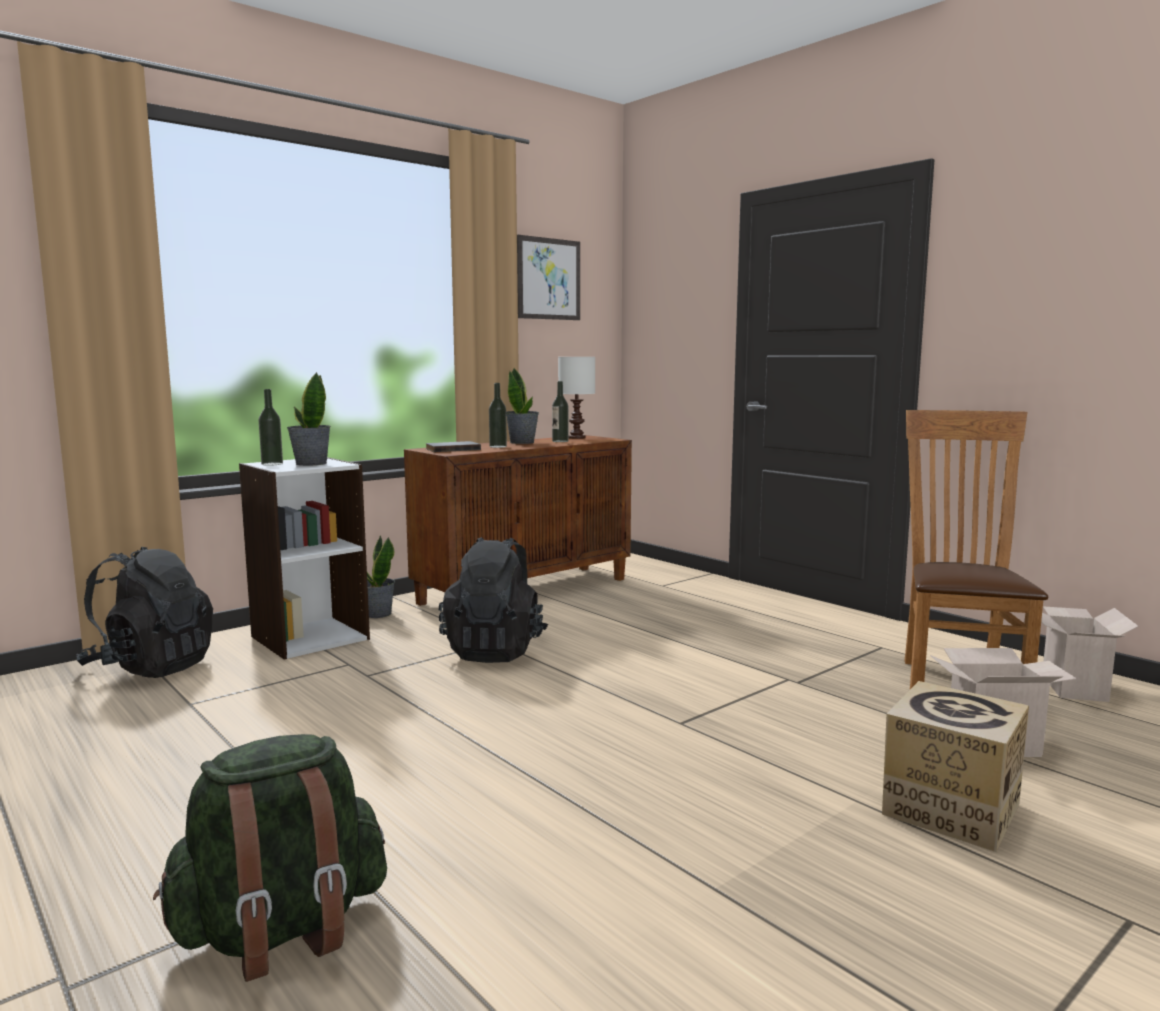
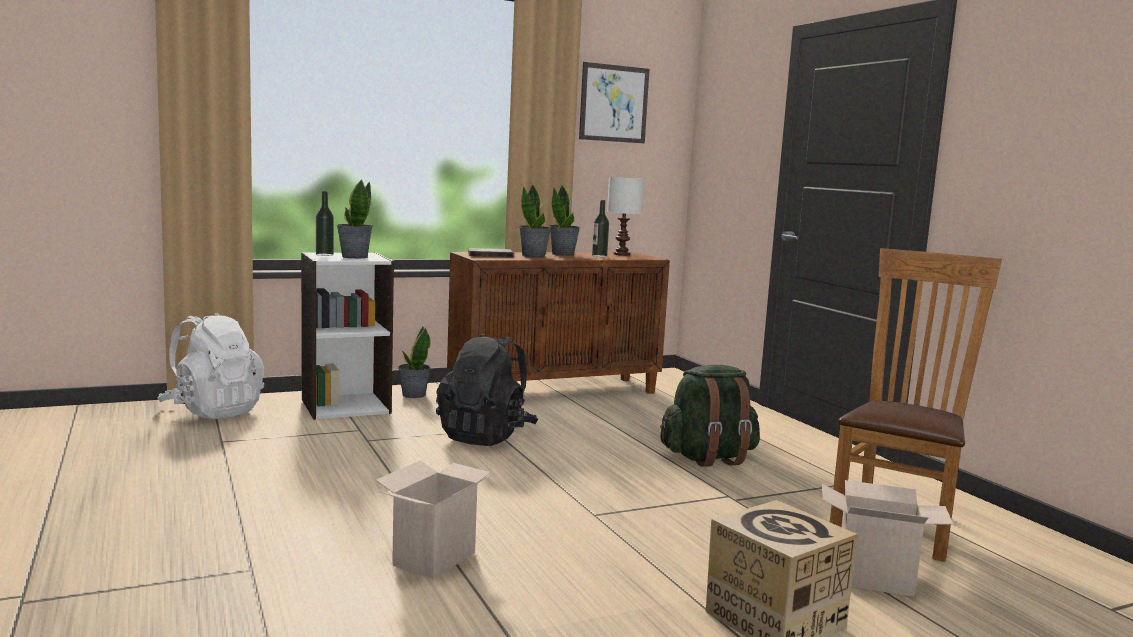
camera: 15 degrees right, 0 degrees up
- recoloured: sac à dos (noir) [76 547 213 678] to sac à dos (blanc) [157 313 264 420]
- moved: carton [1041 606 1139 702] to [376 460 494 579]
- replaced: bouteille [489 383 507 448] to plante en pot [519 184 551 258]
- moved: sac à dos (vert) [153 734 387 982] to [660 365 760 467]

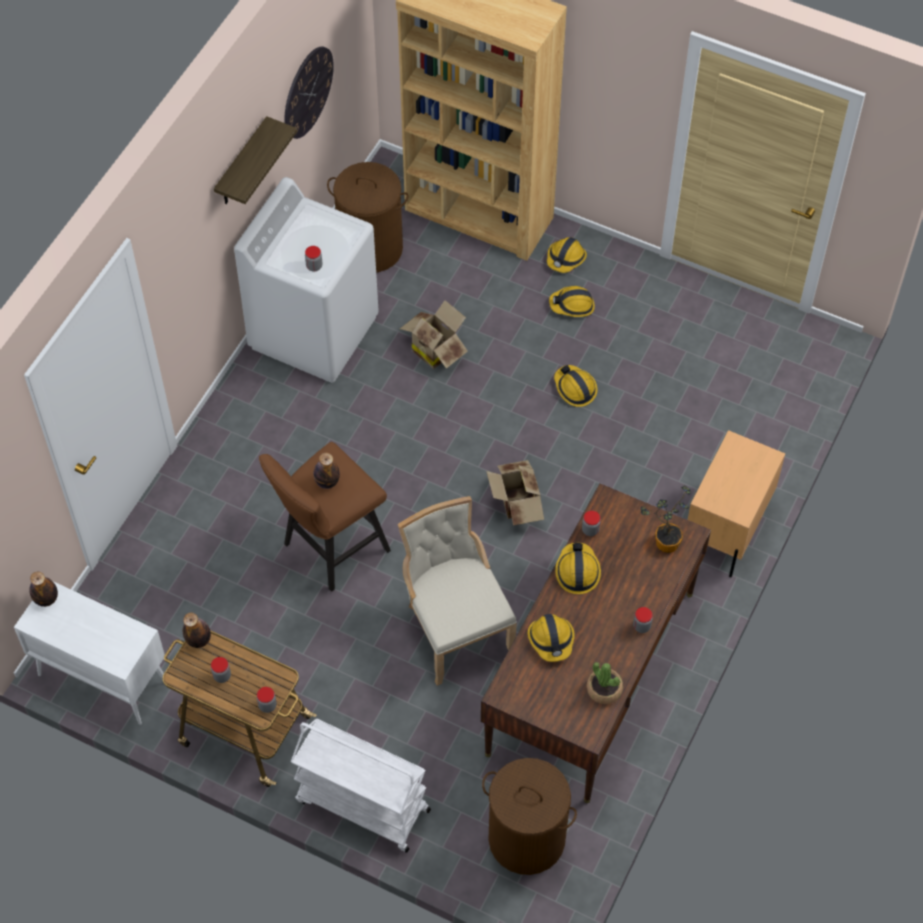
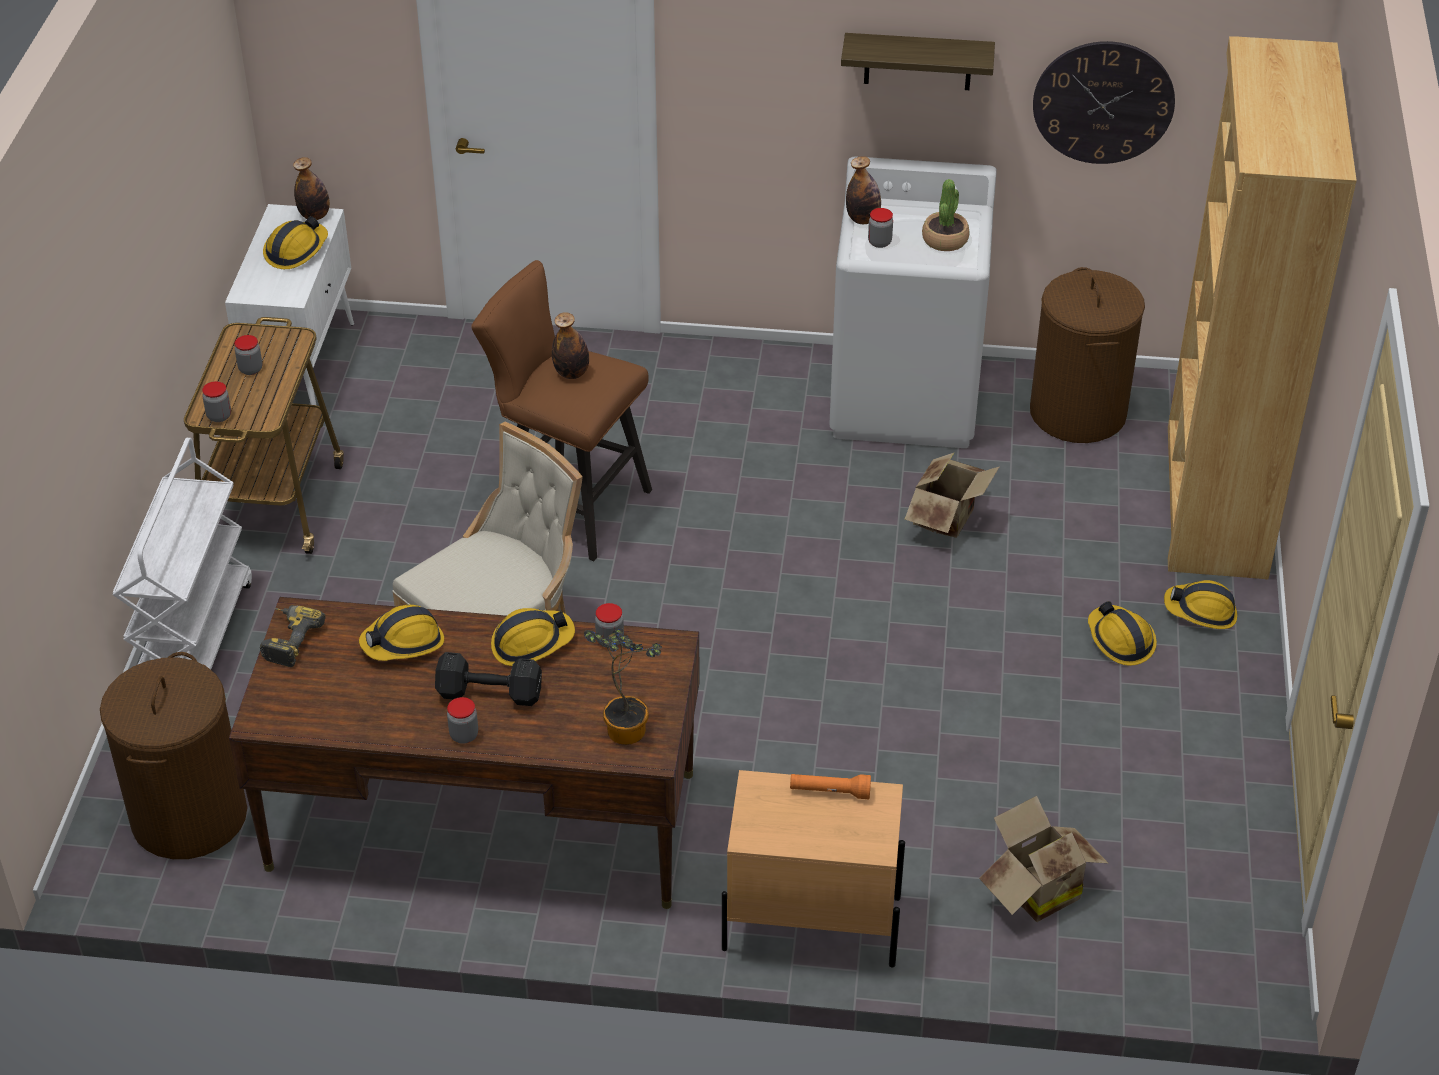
camera: 70 degrees right, 15 degrees down
- added: perceuse [260 605 325 667]
- moved: casque de chantier [554 365 598 407] to [263 216 328 269]
- added: haltère (noir) [435 652 542 706]
- added: lampe de poche (orange) [790 774 871 799]
- moved: bouteille [183 613 211 648] to [846 156 881 224]
- moved: plante en pot [587 662 623 704] to [922 179 969 251]
- moved: carton [486 460 544 525] to [979 796 1108 922]

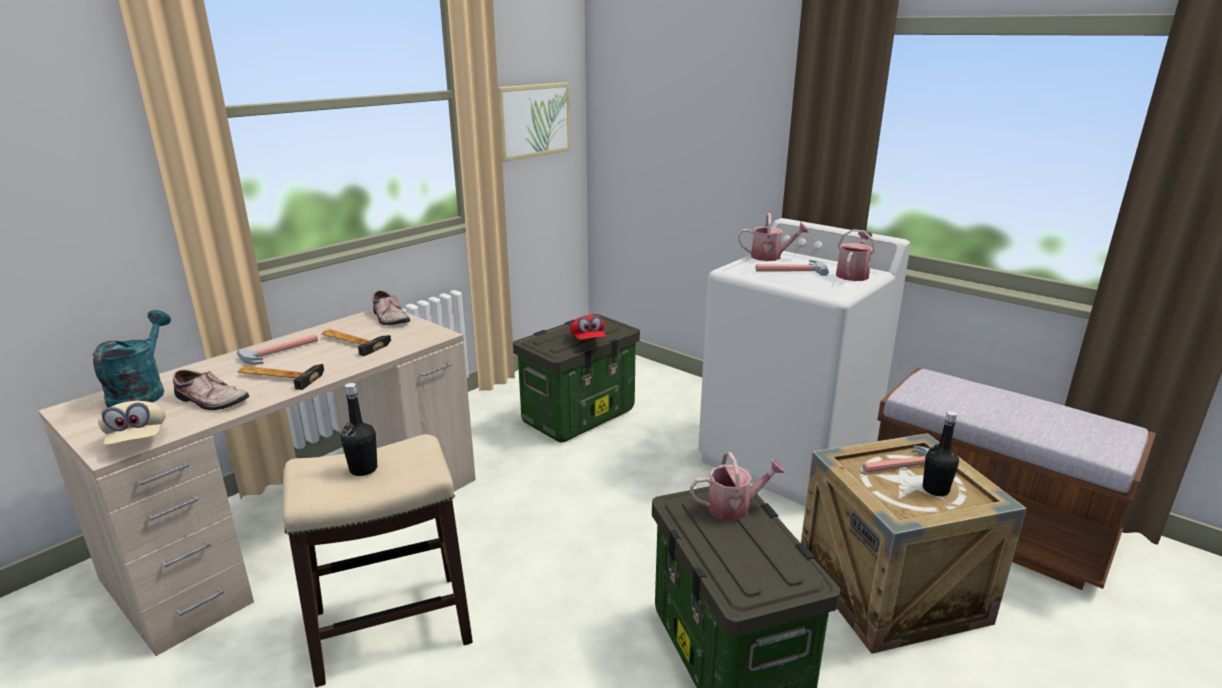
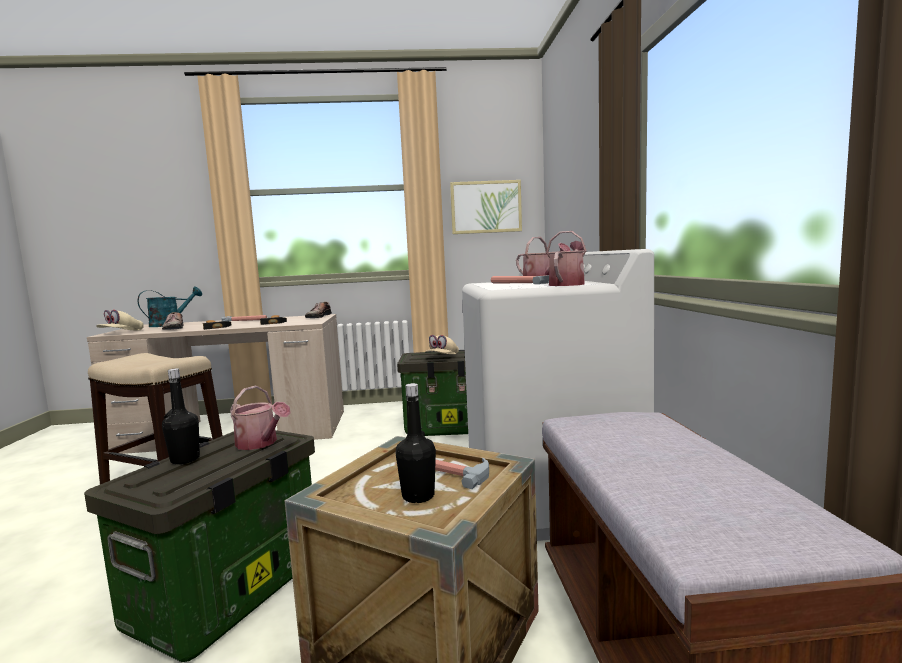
camera: 45 degrees right, 15 degrees down
- moved: bouteille (noir) [341 383 377 476] to [162 368 200 464]
- recoloured: casquette (rouge) [570 315 606 340] to casquette (beige) [425 335 459 354]
- turned: arrosoir [836 229 875 281] = [546 231 586 286] 45 degrees counterclockwise

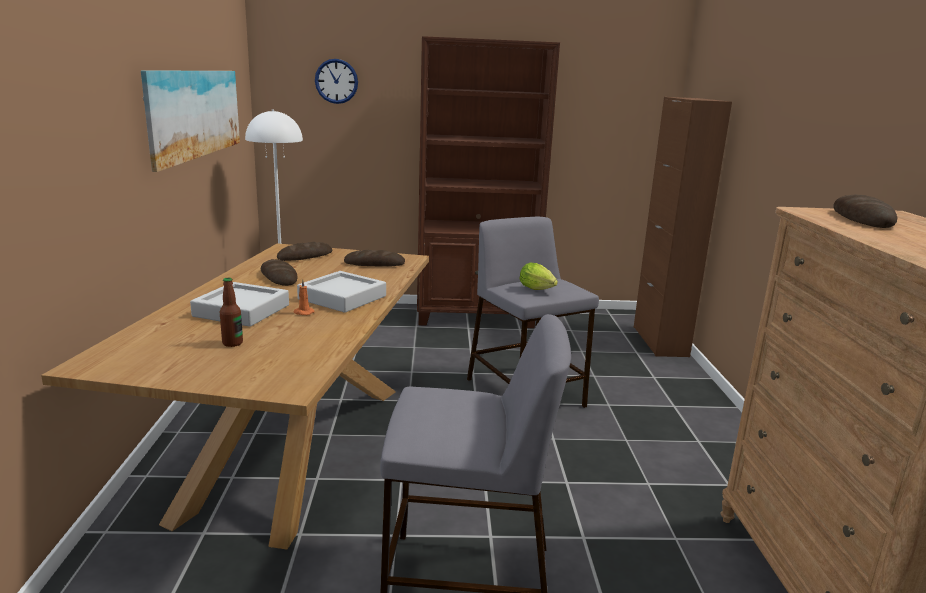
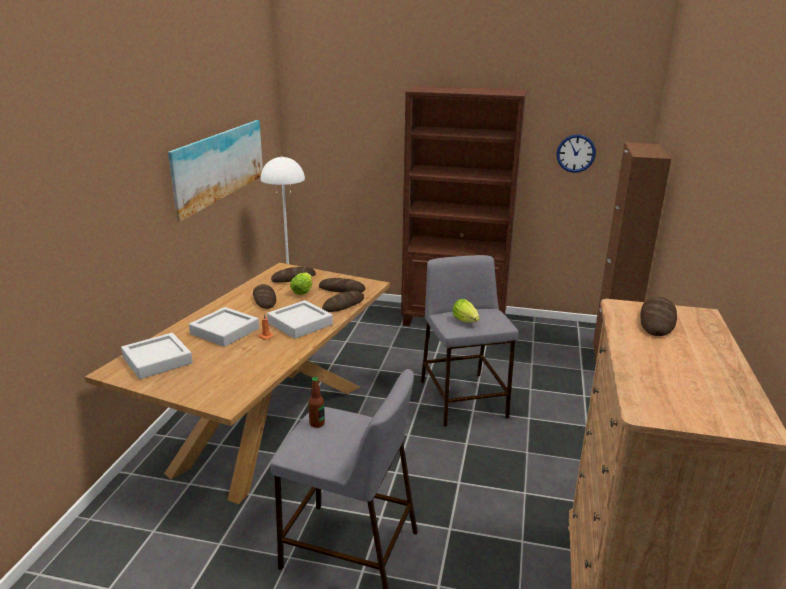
camera: 15 degrees right, 5 degrees up
- added: plateau (gris) [121 333 193 379]
- added: laitue [290 272 312 295]
- moved: bouteille [220 278 243 347] to [308 377 325 428]
- added: pain [322 291 364 312]
- moved: horloge murale [315 59 358 104] to [557 134 596 173]

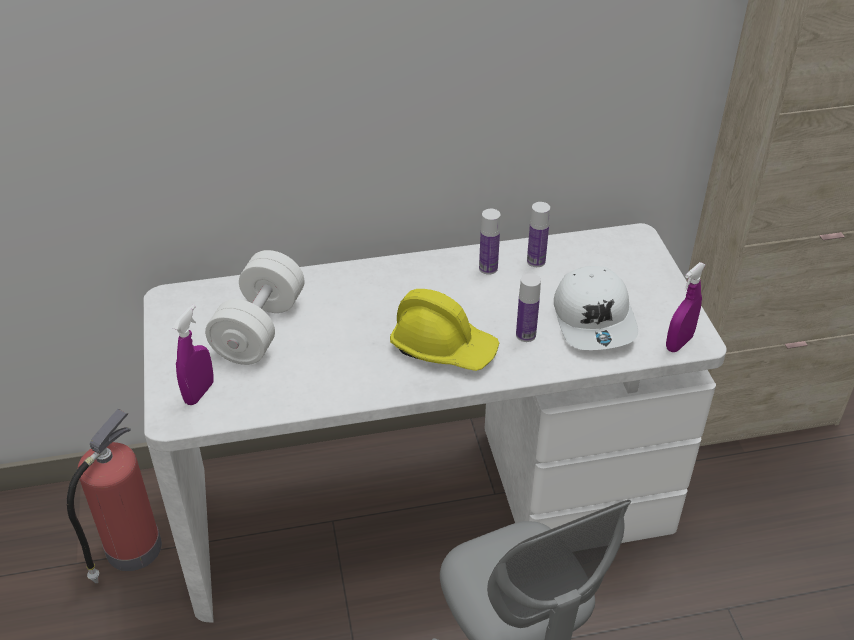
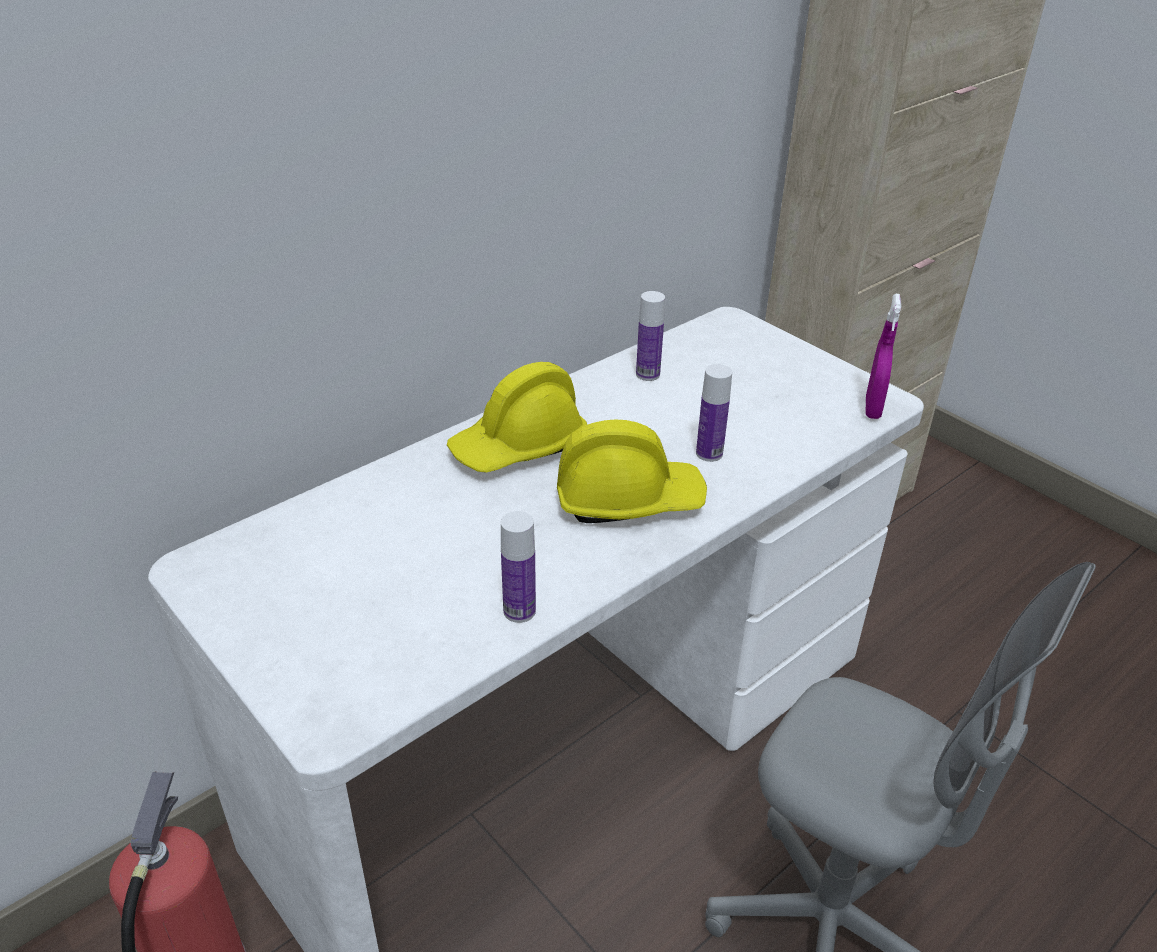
camera: 30 degrees left, 5 degrees down
- added: casque de chantier (jaune) [447 362 587 473]
- moved: bouteille [479 209 501 275] to [501 511 536 623]
- removed: vaporisateur (violet) [173 304 214 405]
- removed: haltère (blanc) [205 250 305 365]
- removed: casquette (blanc) [554 266 638 350]

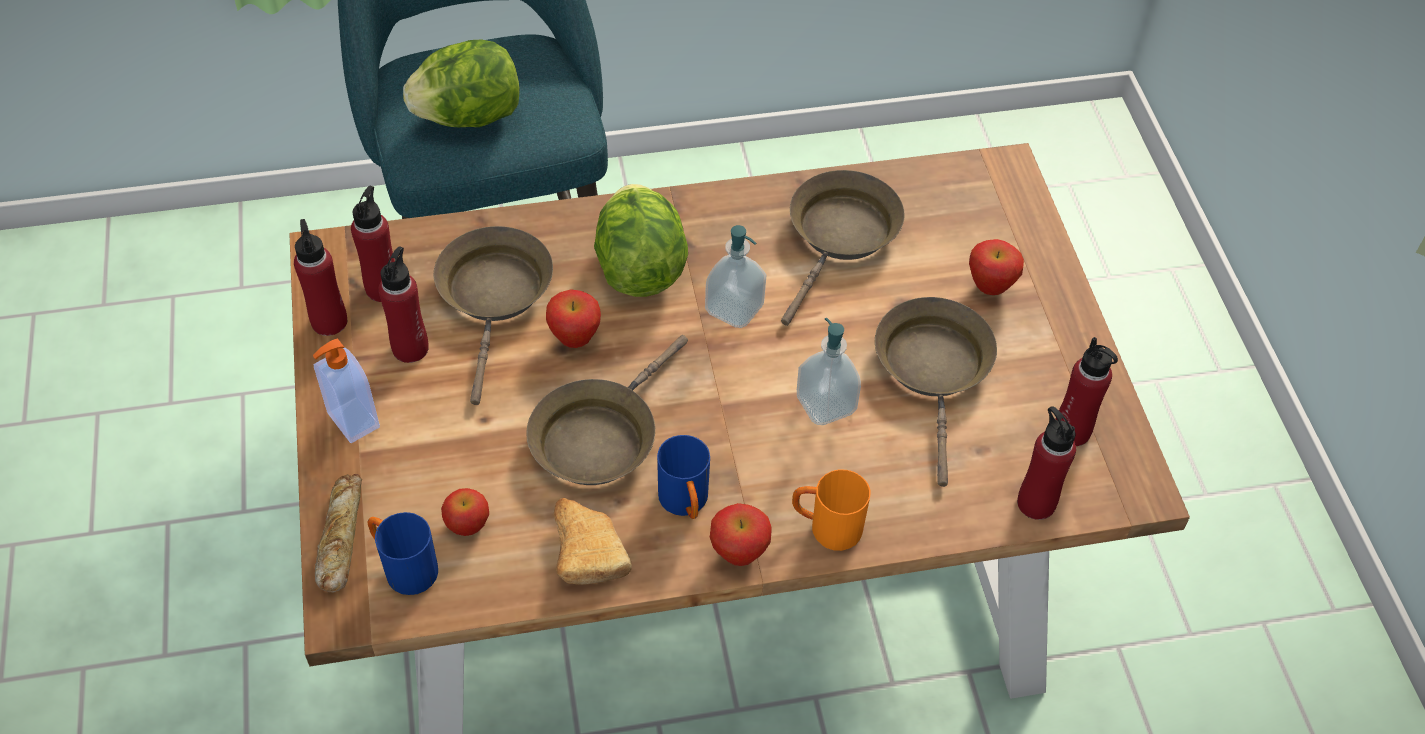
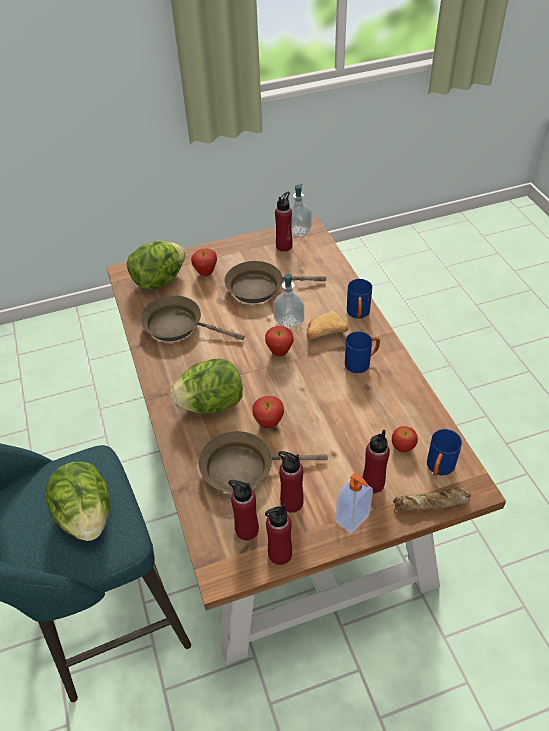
camera: 95 degrees left, 5 degrees down
- added: laitue [127 241 186 290]
- moved: pomme [710 503 771 566] to [265 326 294 356]
- moved: distributeur de savon [705 225 767 328] to [290 184 312 237]
- moved: pain [554 498 632 585] to [307 311 348 339]
- recoloured: mug (orange) [792 469 871 551] to mug (bleu) [347 279 372 319]
- moved: bouteille (rouge) [1017 406 1076 520] to [363 430 390 493]
- removed: poêle (marron) [526 335 688 485]

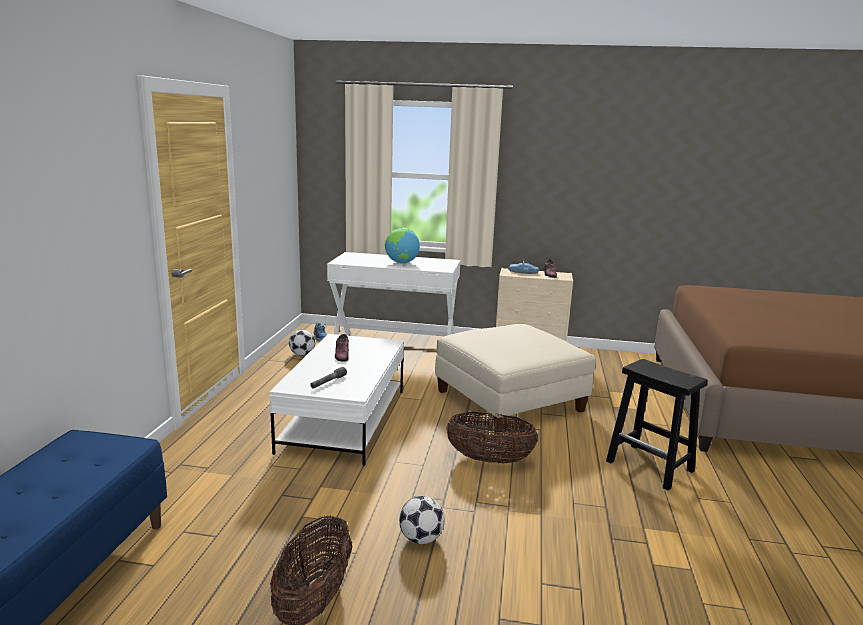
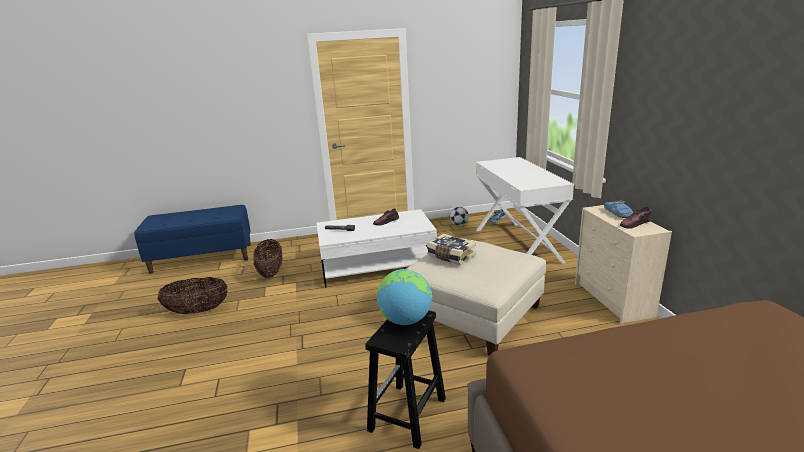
camera: 70 degrees right, 5 degrees up
- moved: panier [446 412 538 463] to [253 239 282 278]
- moved: globe [385 228 420 264] to [377 269 432 325]
- added: livre [427 234 476 265]
- removed: ballon de foot [399 496 445 544]

